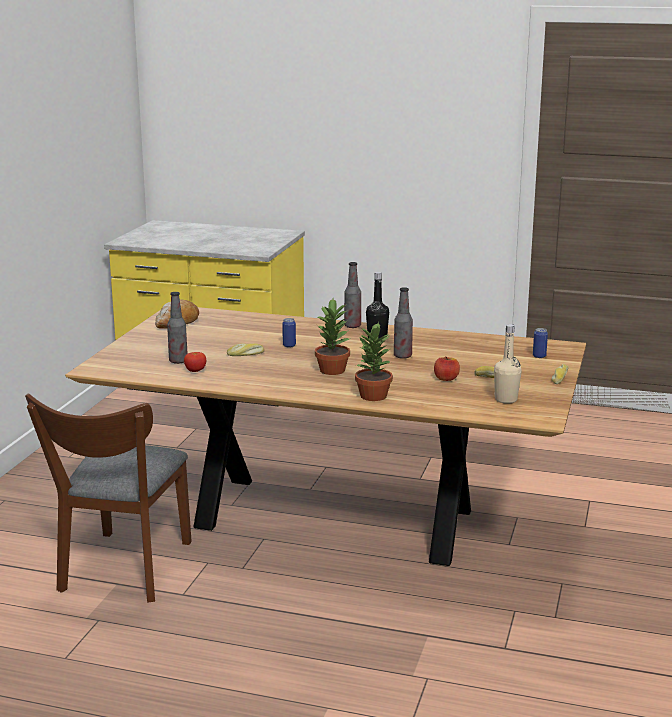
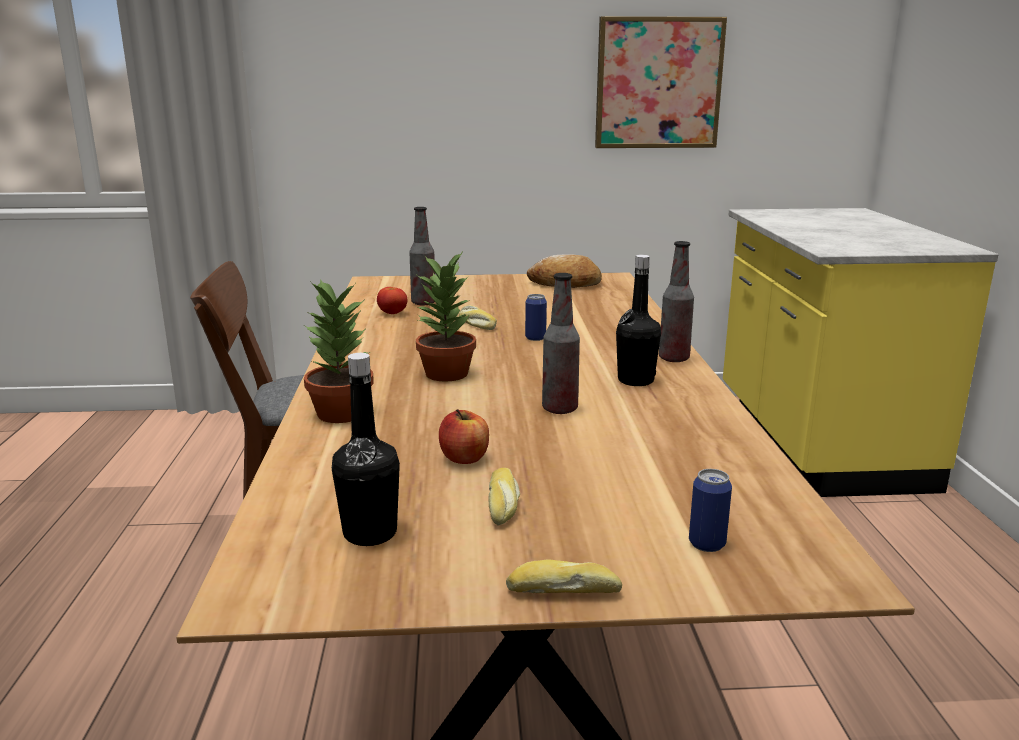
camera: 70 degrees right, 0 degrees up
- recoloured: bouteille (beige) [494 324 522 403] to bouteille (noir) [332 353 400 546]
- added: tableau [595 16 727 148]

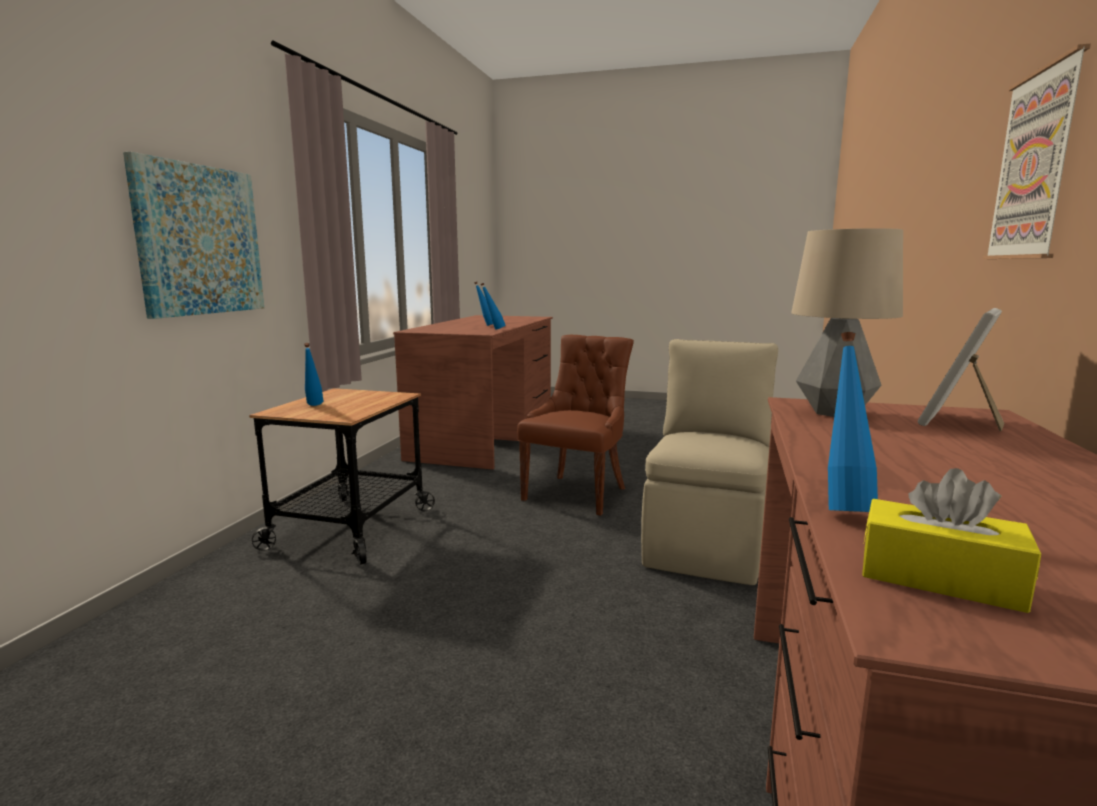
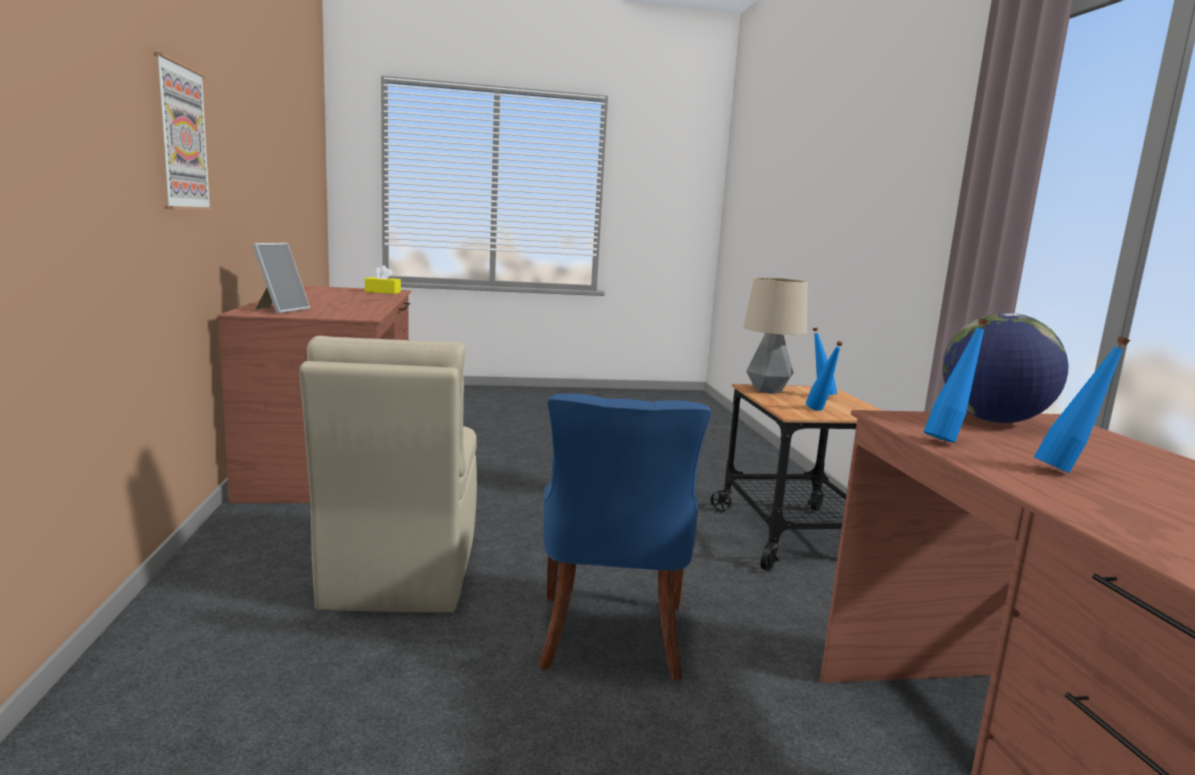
camera: 155 degrees right, 0 degrees up
- recoloured: chaise (marron) [517 335 634 516] to chaise (bleu) [538 393 711 681]
- moved: lampe de table [791 228 903 417] to [743 277 807 394]
- moved: bouteille (bleu) [828 332 878 512] to [806 341 843 411]
- added: globe [943 313 1069 423]
- removed: tableau [123 152 264 319]

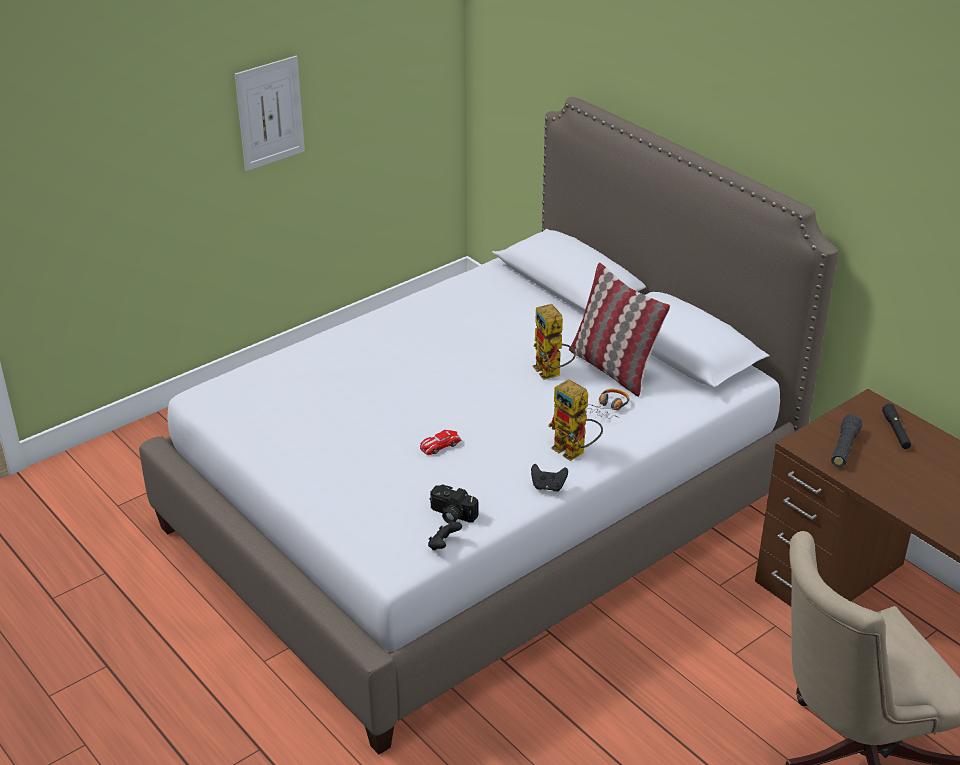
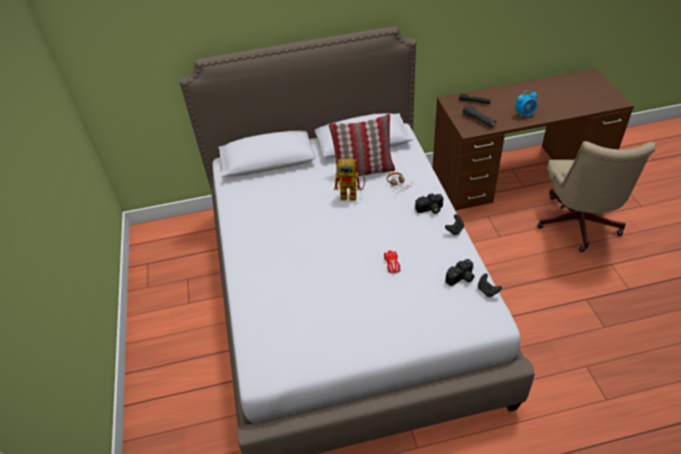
camera: 60 degrees left, 10 degrees up
- replaced: robot jouet [548 379 603 461] to appareil photo [415 193 443 214]
- added: réveil [515 90 537 118]
- removed: tableau [235 56 305 171]

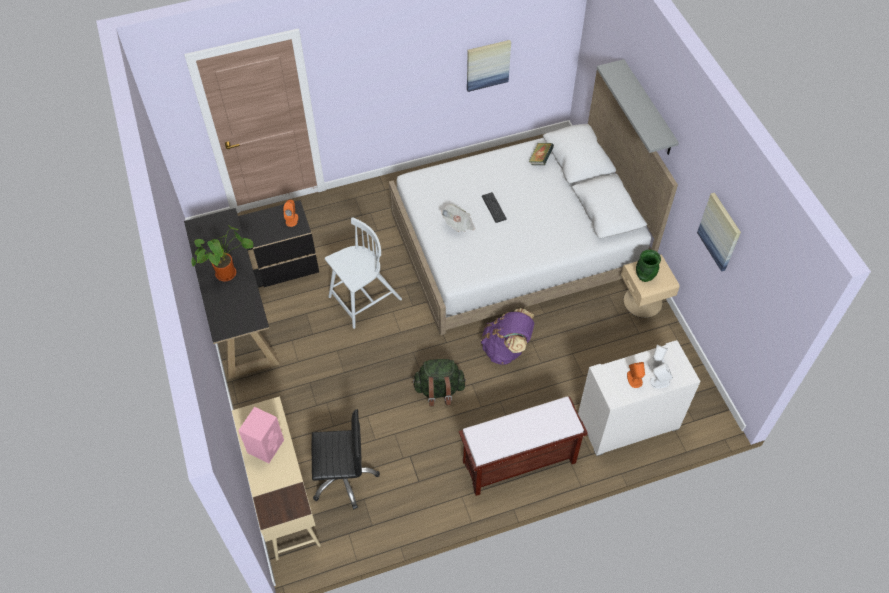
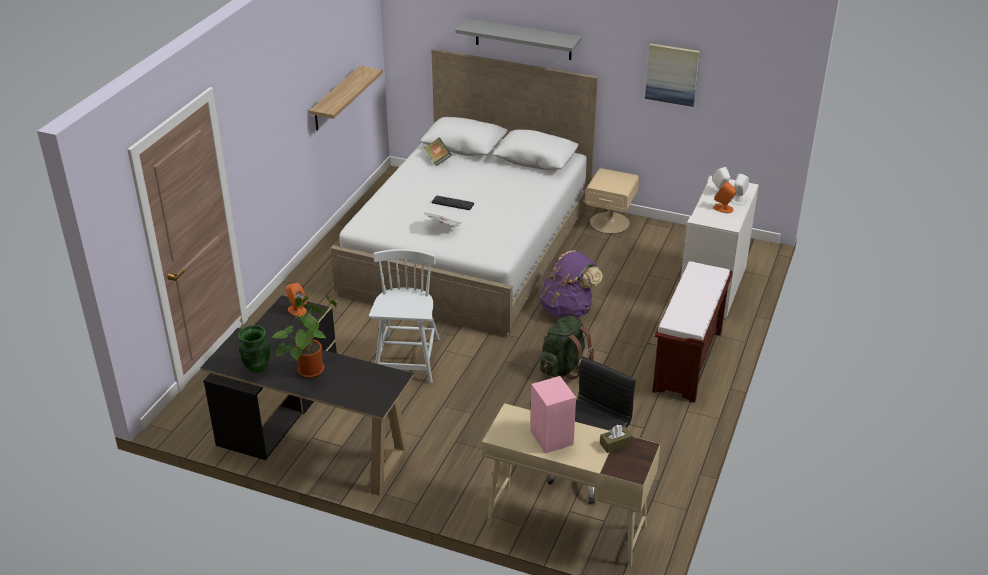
camera: 50 degrees left, 20 degrees down
- moved: vase (vert) [636 250 661 282] to [238 325 270 373]
- replaced: tableau [467 40 511 92] to étagère [309 66 383 131]
- added: boîte à mouchoirs (marron) [600 425 633 453]

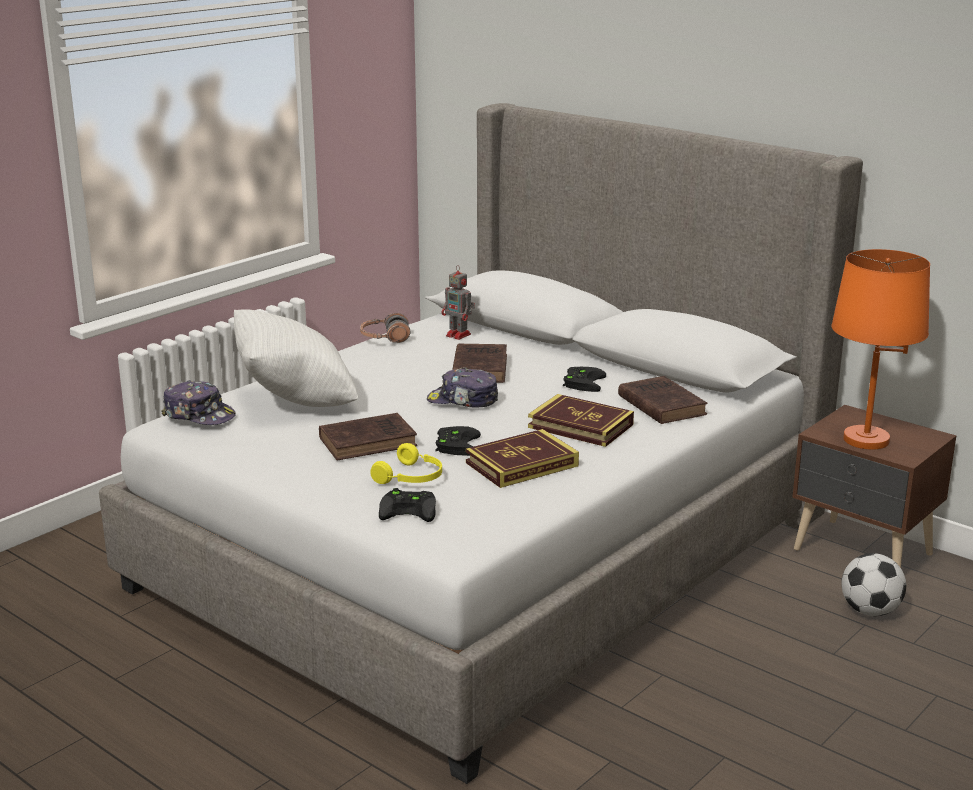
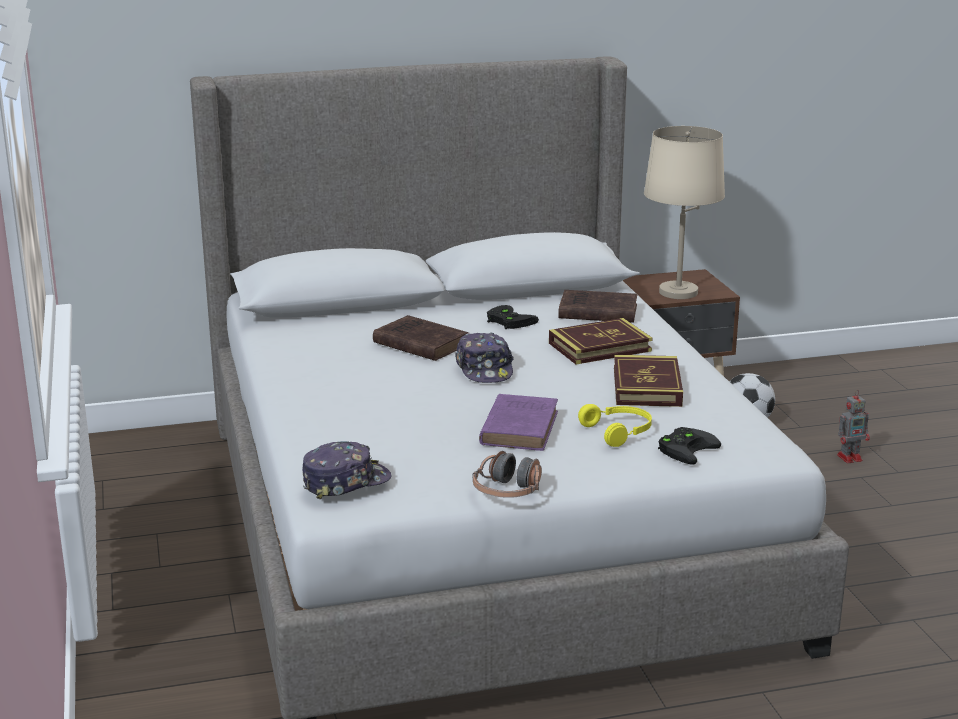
camera: 55 degrees left, 0 degrees up
- turned: casquette [427 367 498 408] = [455 333 514 383] 60 degrees counterclockwise
- moved: casque audio [360 313 411 343] to [473 451 542 498]
- recoloured: livre (marron) [319 413 417 460] to livre (violet) [479 394 558 451]
- recoloured: lampe de table (orange) [831 249 930 450] to lampe de table (beige) [644 126 725 299]
- moved: robot jouet [442 265 475 340] to [837 390 870 463]
- removed: coussin (blanc) [234 310 358 407]
- removed: manette (noir) [435 426 481 456]

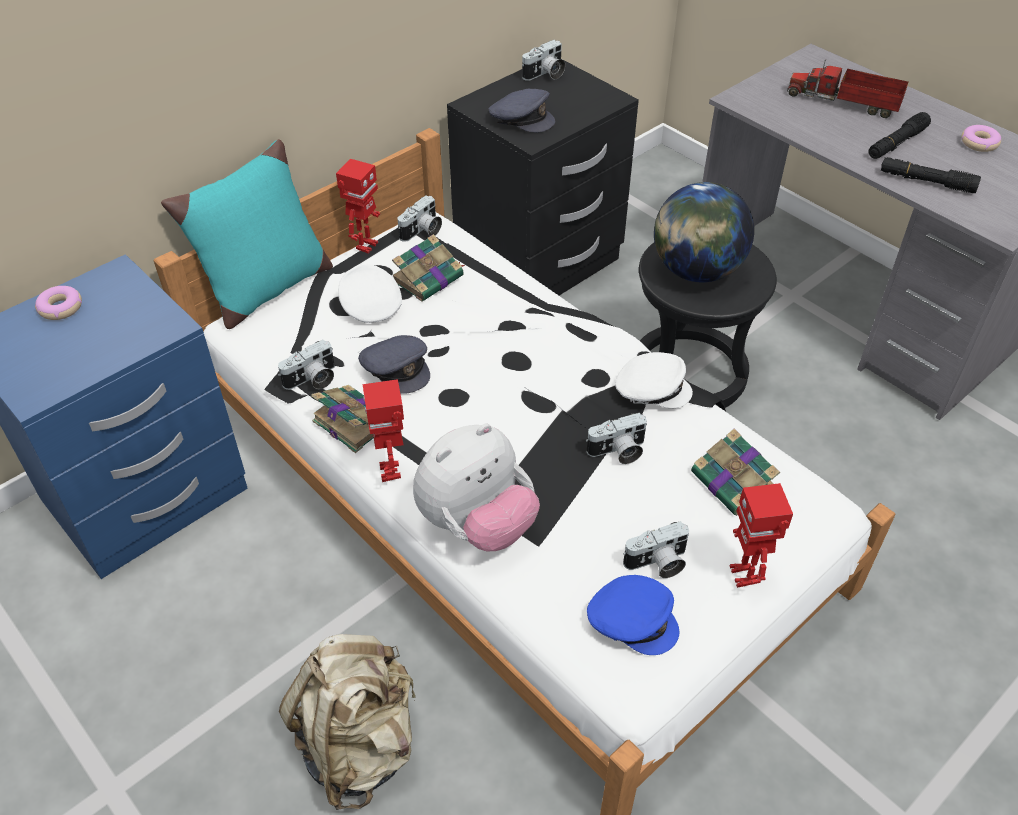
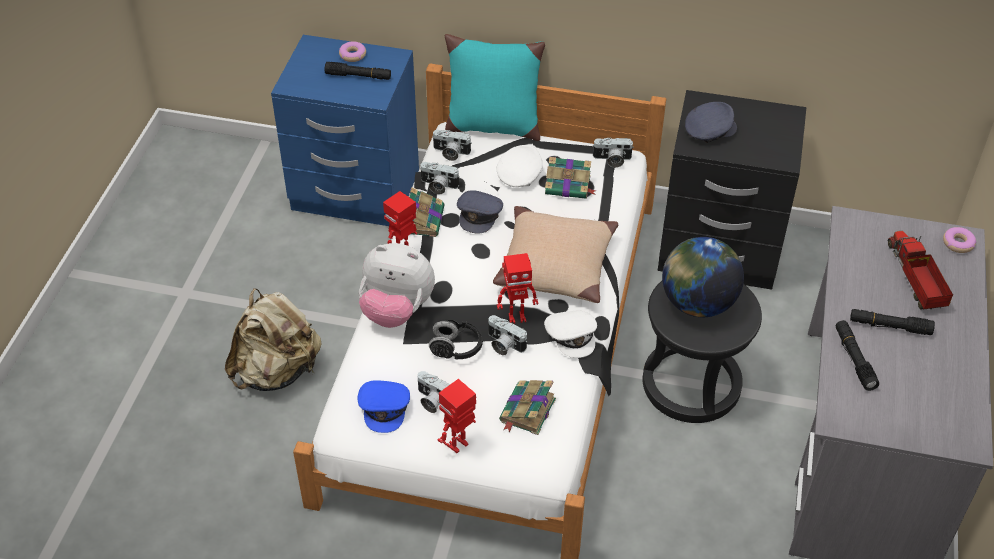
camera: 55 degrees right, 0 degrees up
- added: lampe de poche (noir) [325 62 391 80]
- added: casque audio (noir) [429 319 483 360]
- moved: appareil photo [522 40 565 81] to [432 130 472 161]
- added: coussin (beige) [493 206 618 303]
- moved: robot jouet [336 159 380 254] to [497 253 538 324]
- turned: casquette (gris) [488 89 555 133] = [685 102 737 143] 105 degrees counterclockwise
- moved: beignet [961 125 1001 152] to [943 227 976 253]

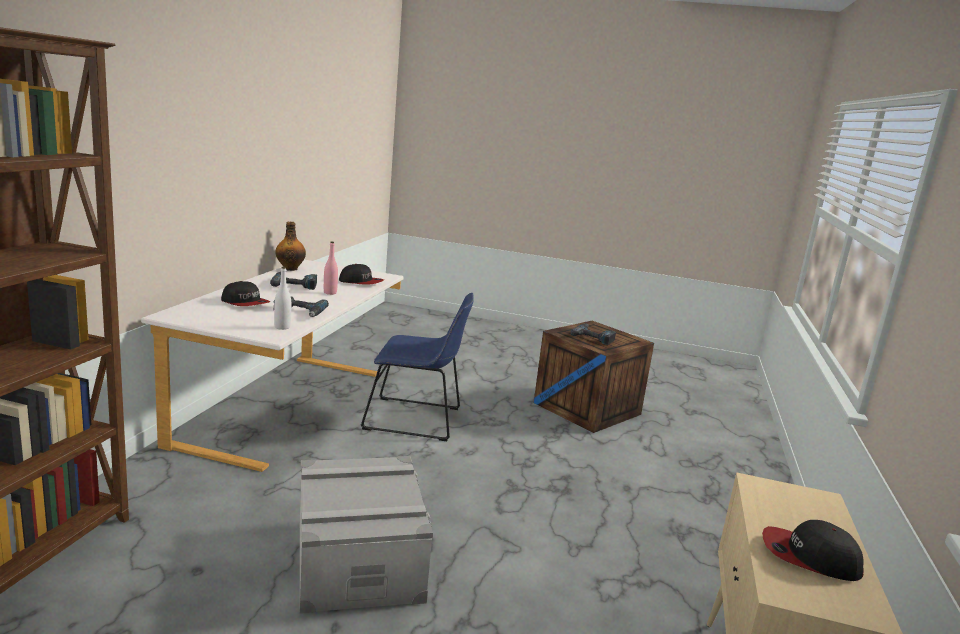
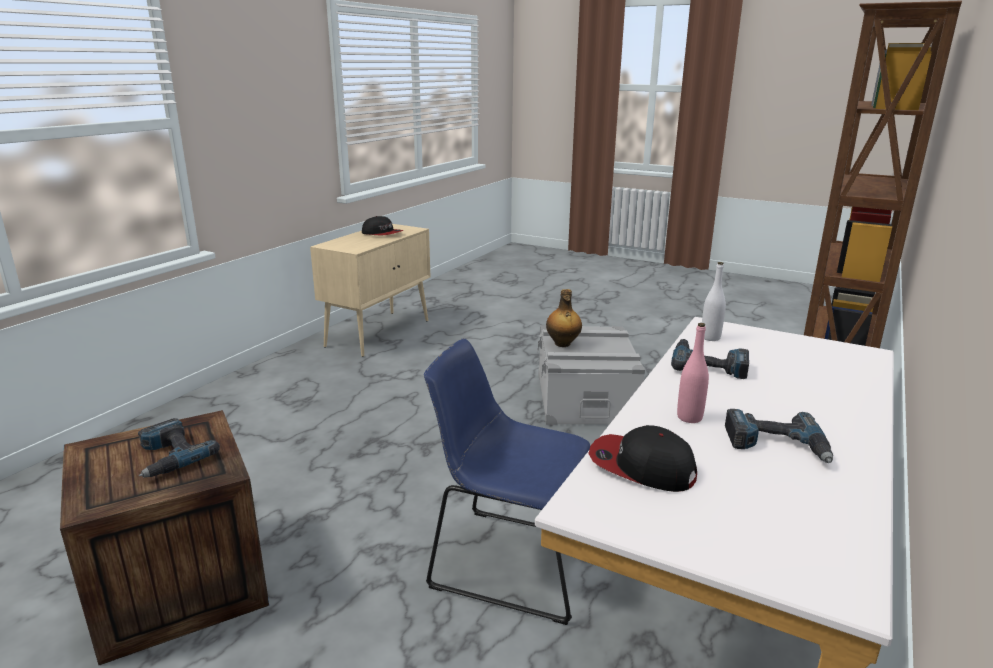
camera: 165 degrees left, 5 degrees up
- moved: bouteille [275 222 306 271] to [546 289 582 347]
- removed: casquette [221 281 270 306]

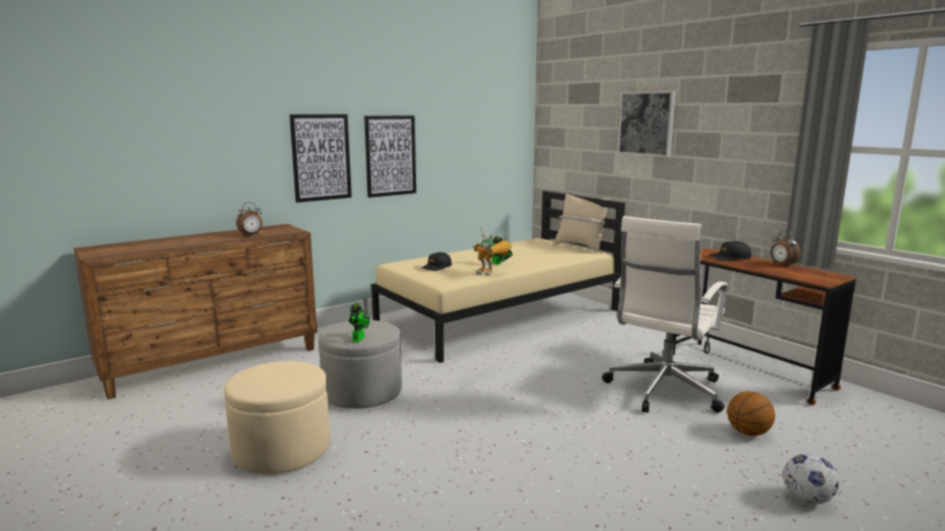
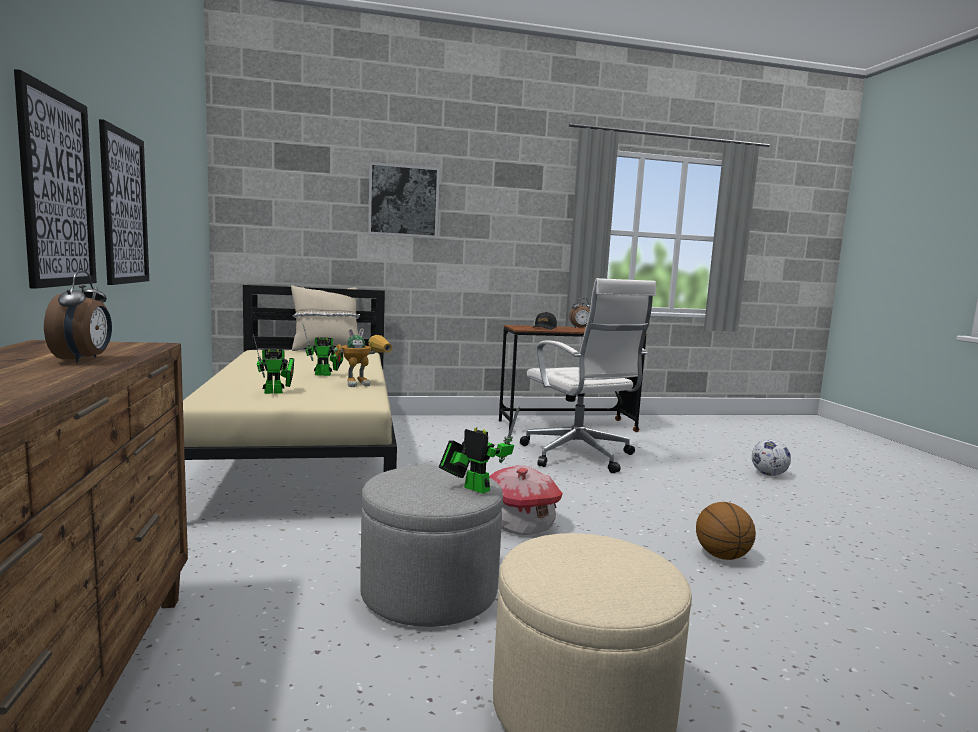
camera: 65 degrees left, 5 degrees down
- replaced: casquette (noir) [421 252 452 271] to robot jouet [253 334 294 394]
- added: maison miniature [489 466 563 535]
- moved: ballon de basket [727 391 775 436] to [696 502 756 560]

